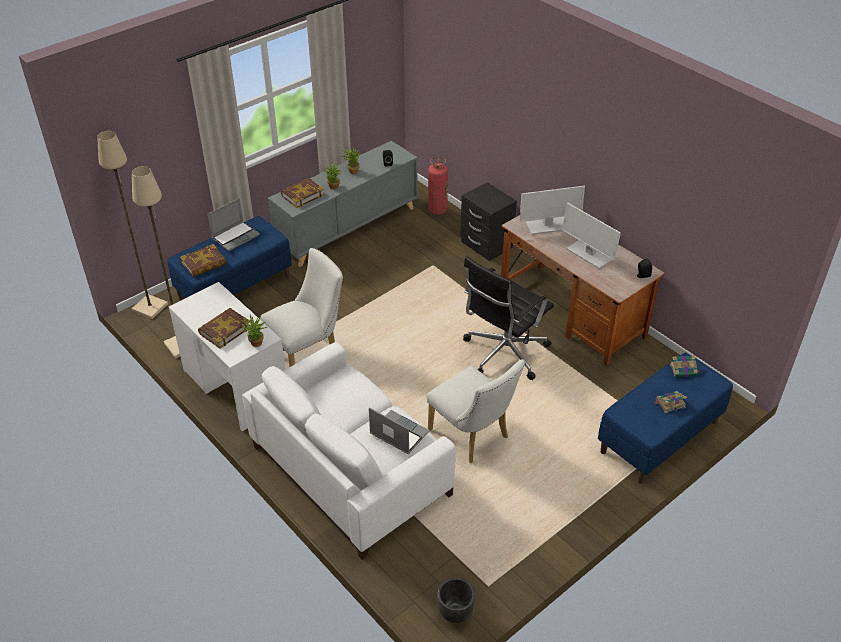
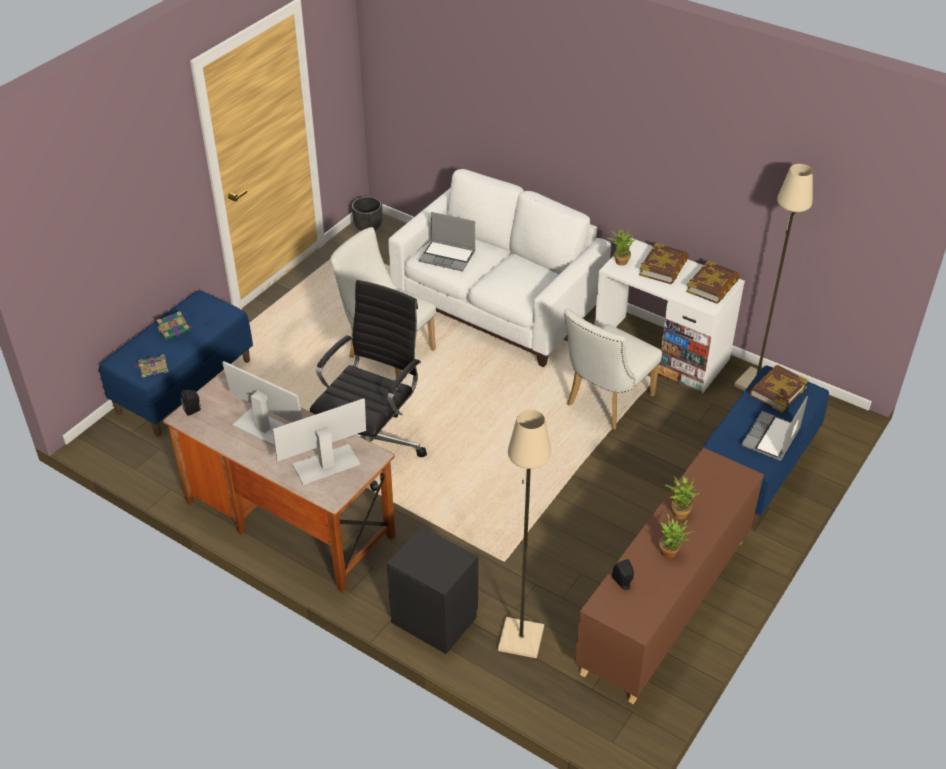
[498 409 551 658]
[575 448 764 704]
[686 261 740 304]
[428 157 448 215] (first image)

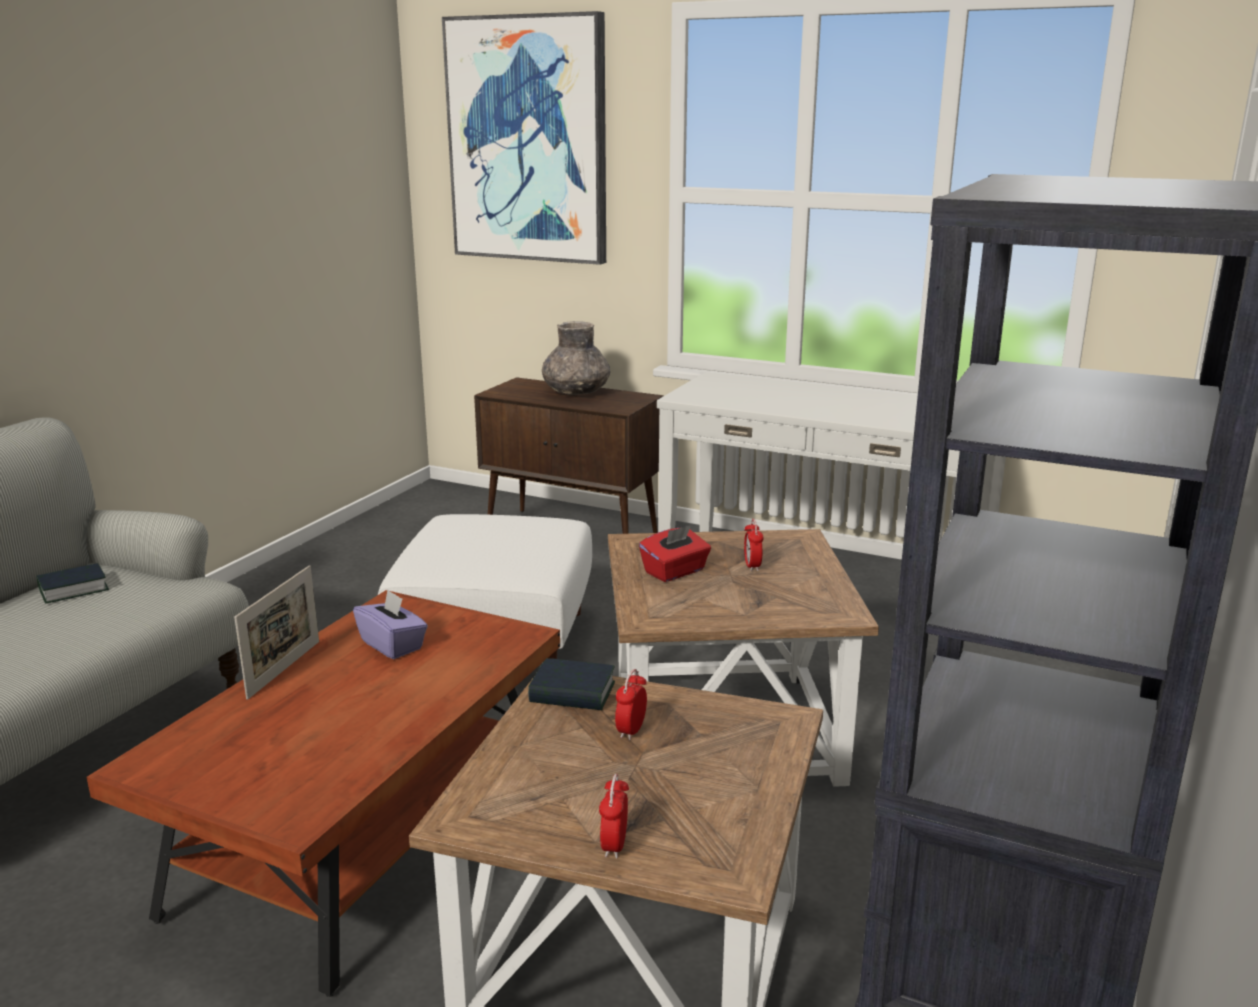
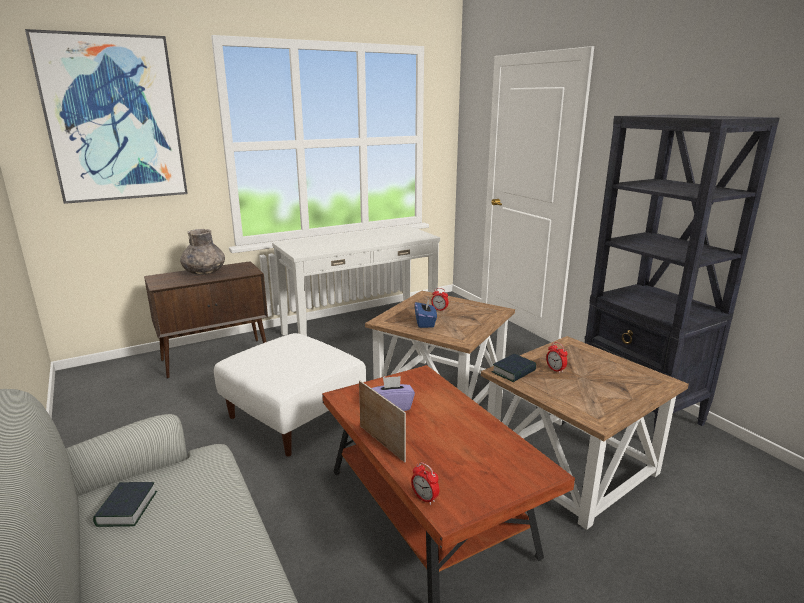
[411 462 440 505]
[415 299 437 328]

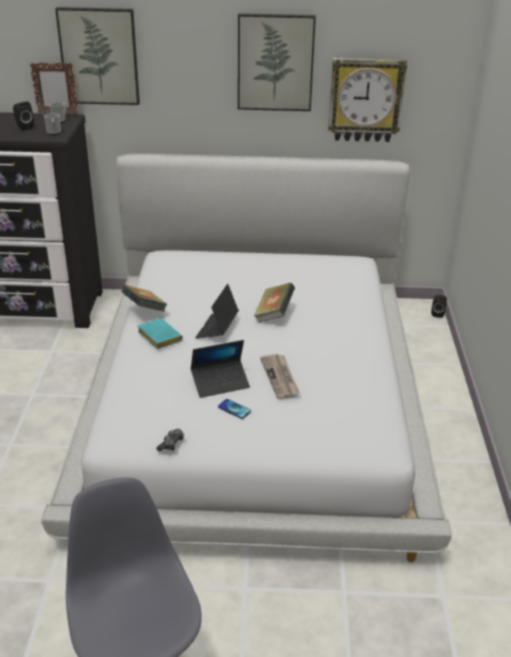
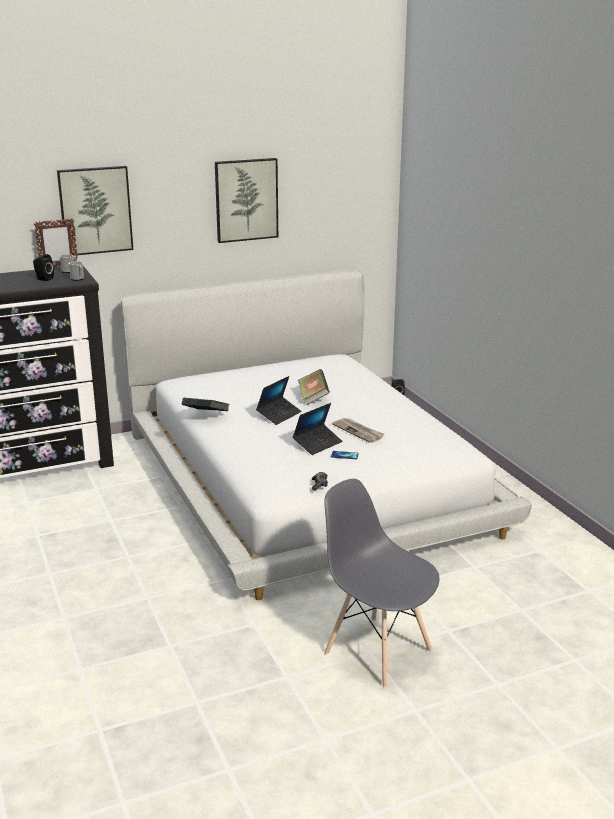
[256 376 302 425]
[137 318 183 349] (first image)
[328 58 407 142] (first image)

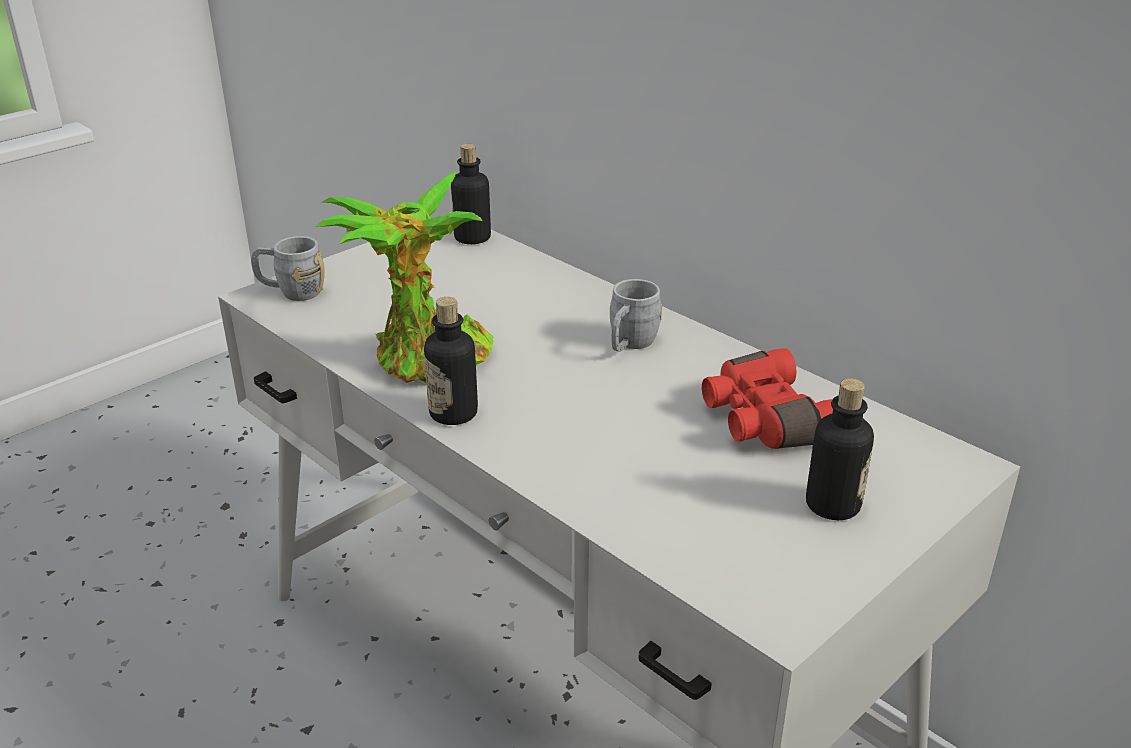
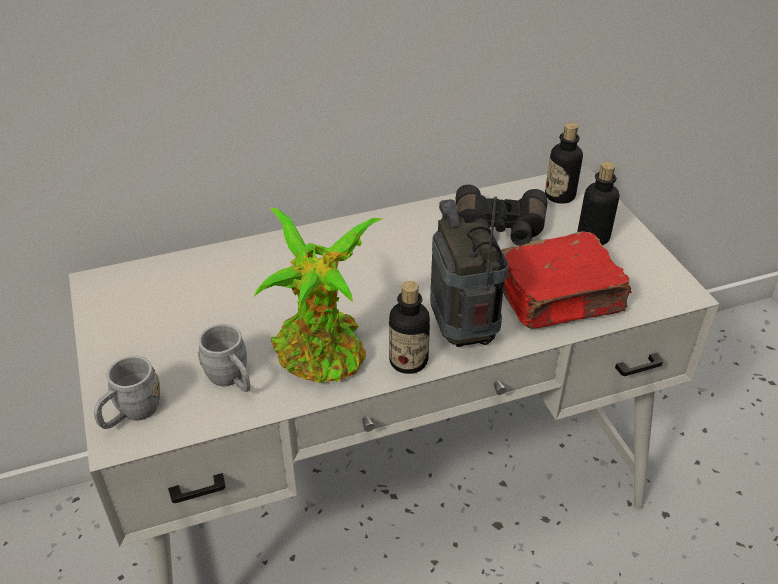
[198 324 250 392]
[430 196 509 347]
[455 185 547 246]
[501 231 632 329]
[545 123 583 204]

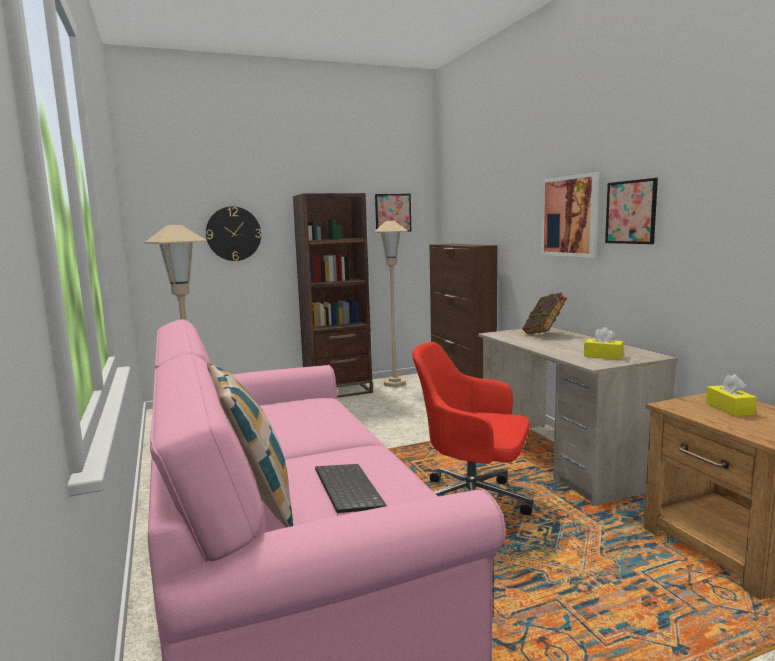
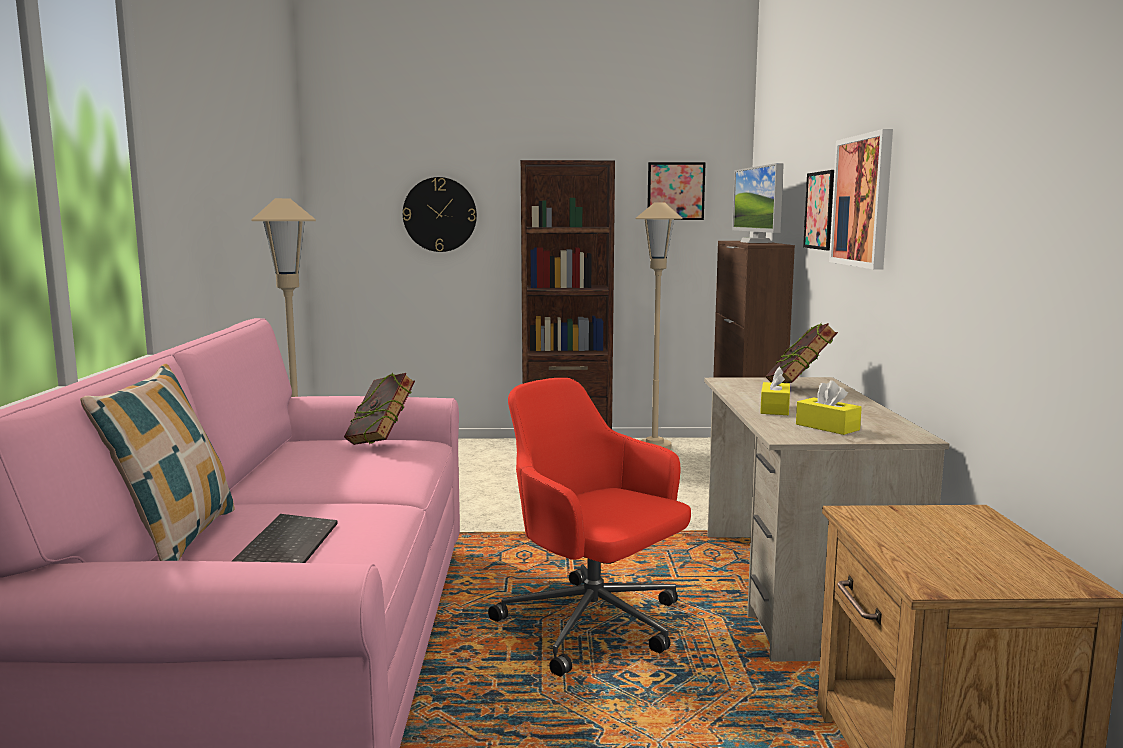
[344 372 415 445]
[732 163 784 243]
[760 367 790 415]
[803 170 834 250]

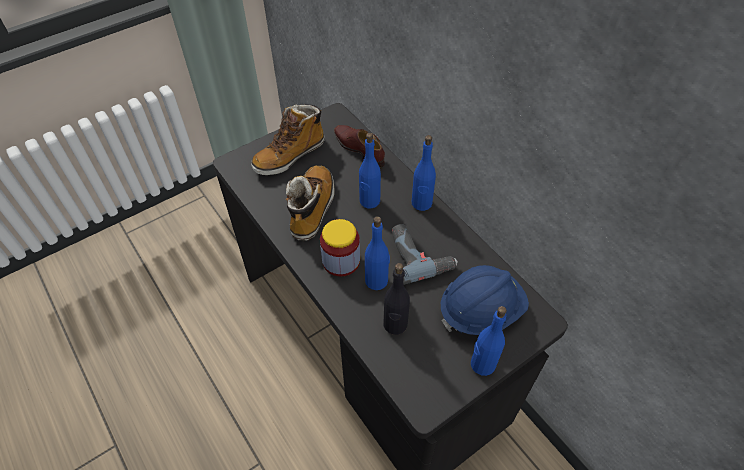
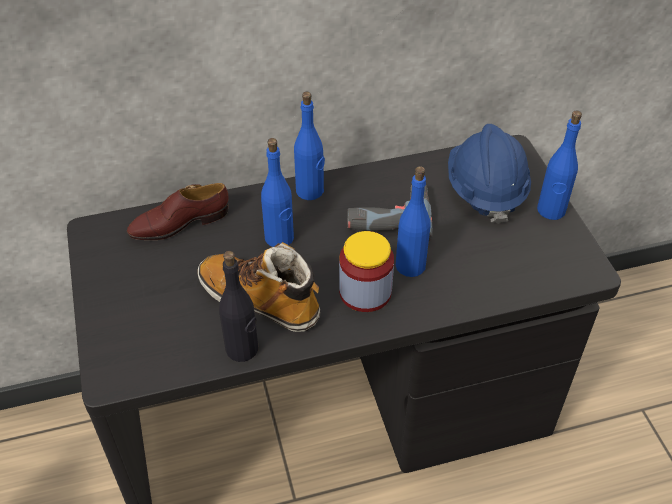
[219 251 258 362]
[251 104 325 175] (first image)

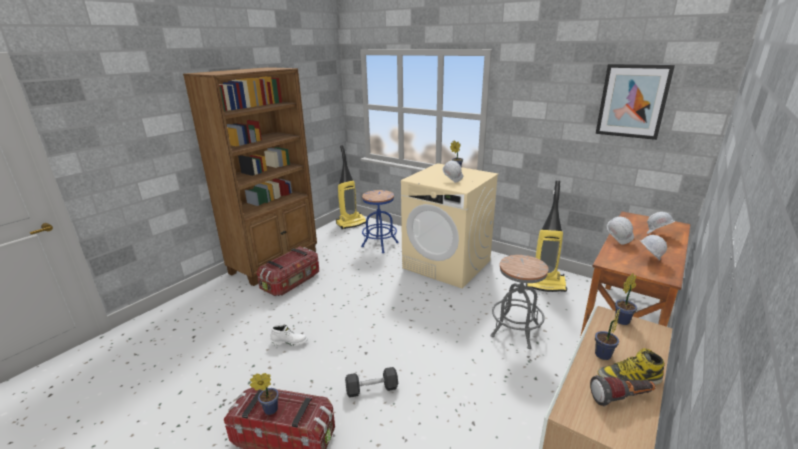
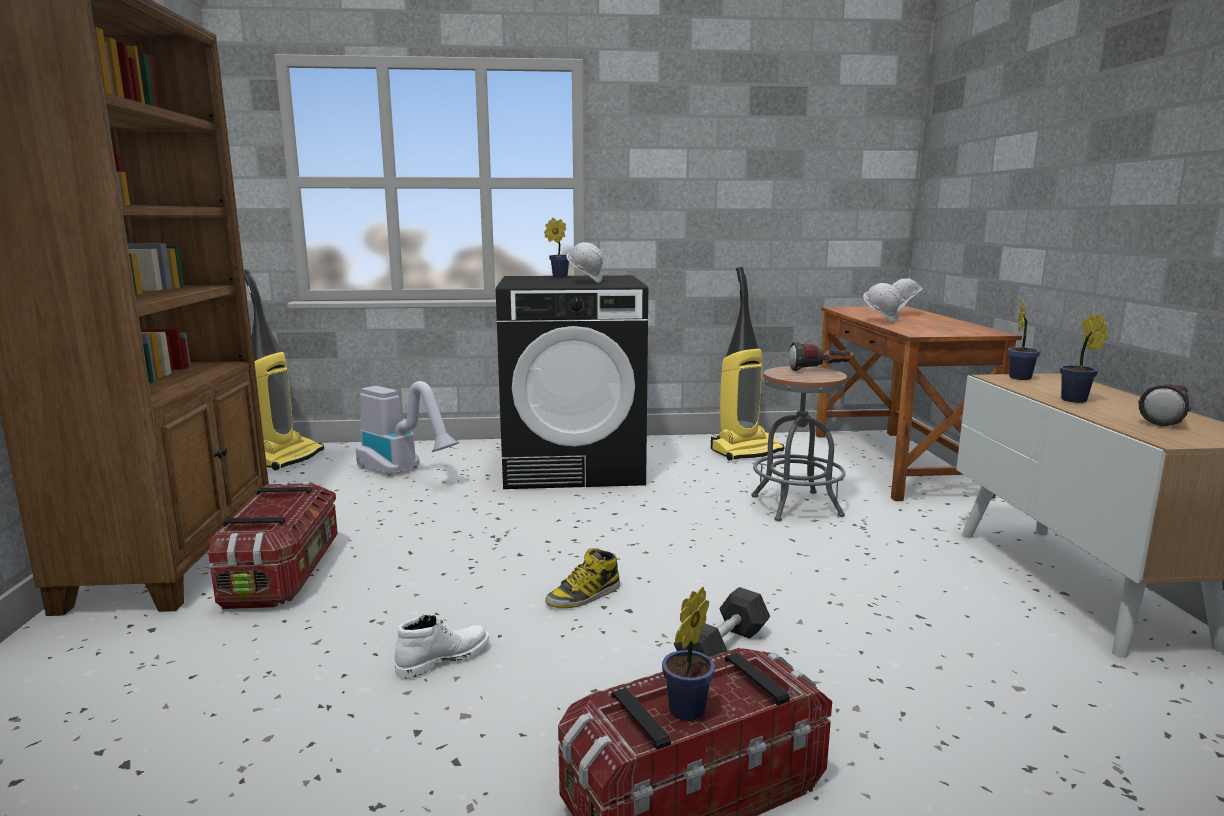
[356 381 459 476]
[496 275 648 489]
[545 548 620 608]
[789 342 854 371]
[596 64 675 140] (first image)
[640 235 667 261] (first image)

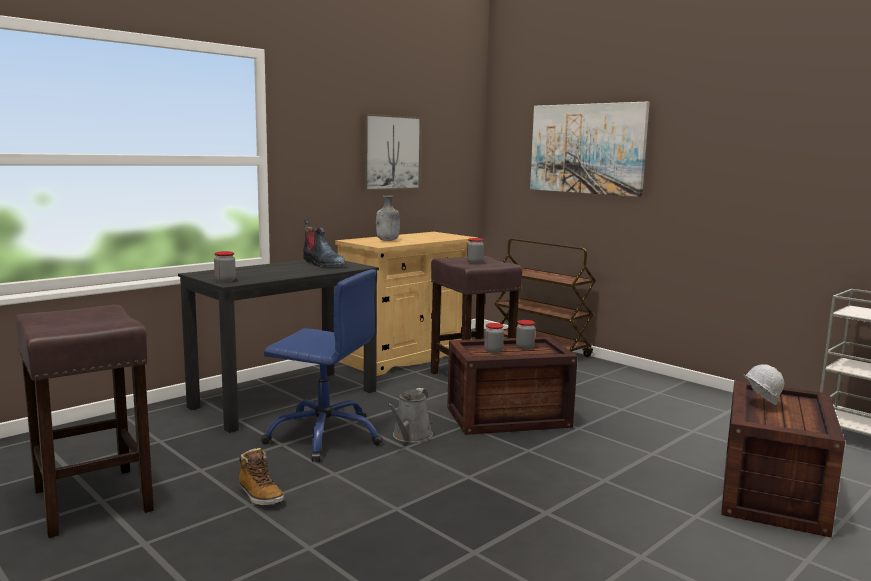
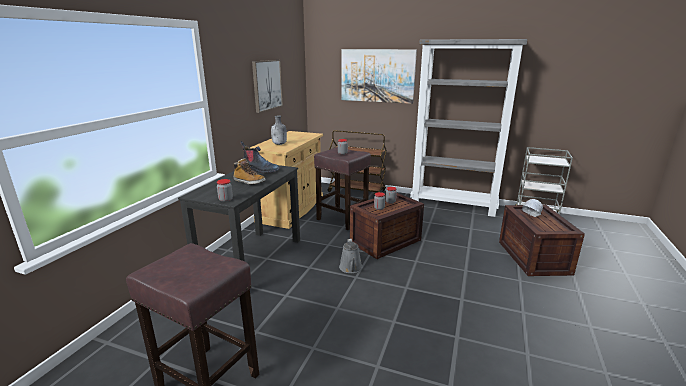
[233 158 266 185]
[410 39 527 217]
[261 269 383 462] (first image)

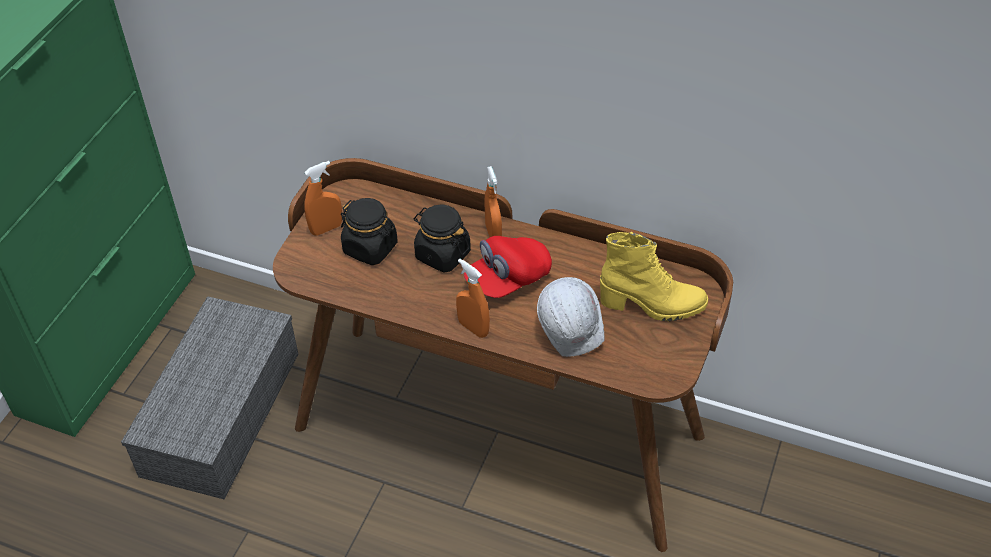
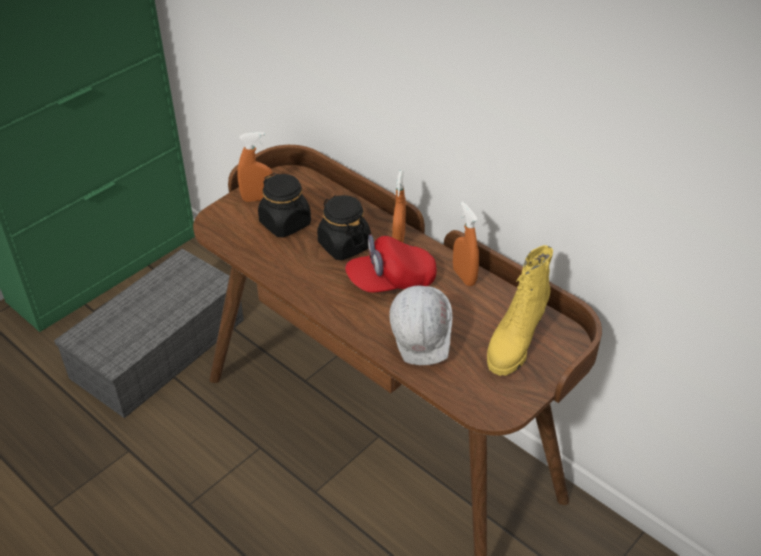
[453 202 479 286]
[487 245 553 376]

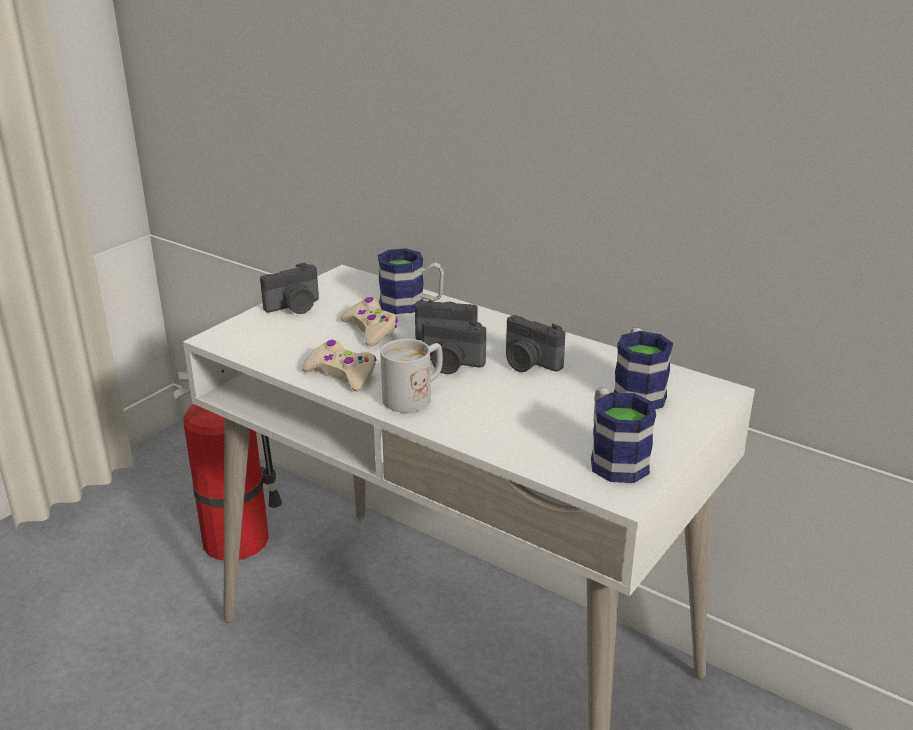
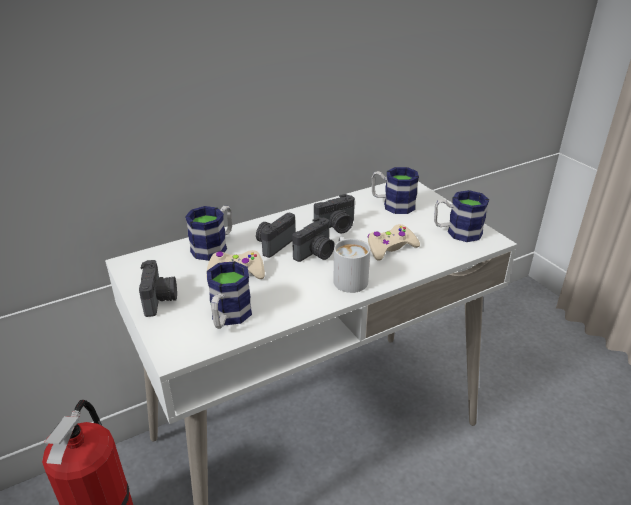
[207 261 252 329]
[367 224 420 261]

